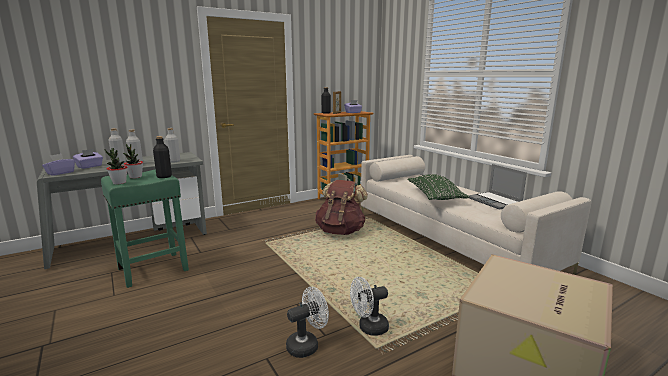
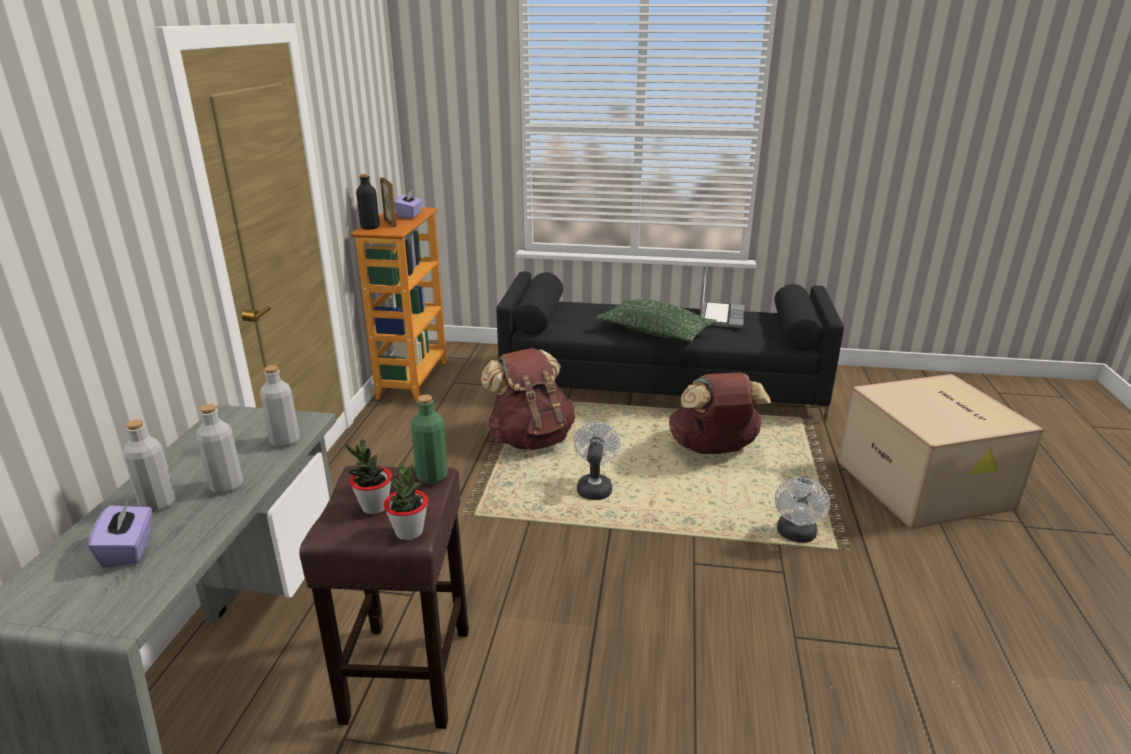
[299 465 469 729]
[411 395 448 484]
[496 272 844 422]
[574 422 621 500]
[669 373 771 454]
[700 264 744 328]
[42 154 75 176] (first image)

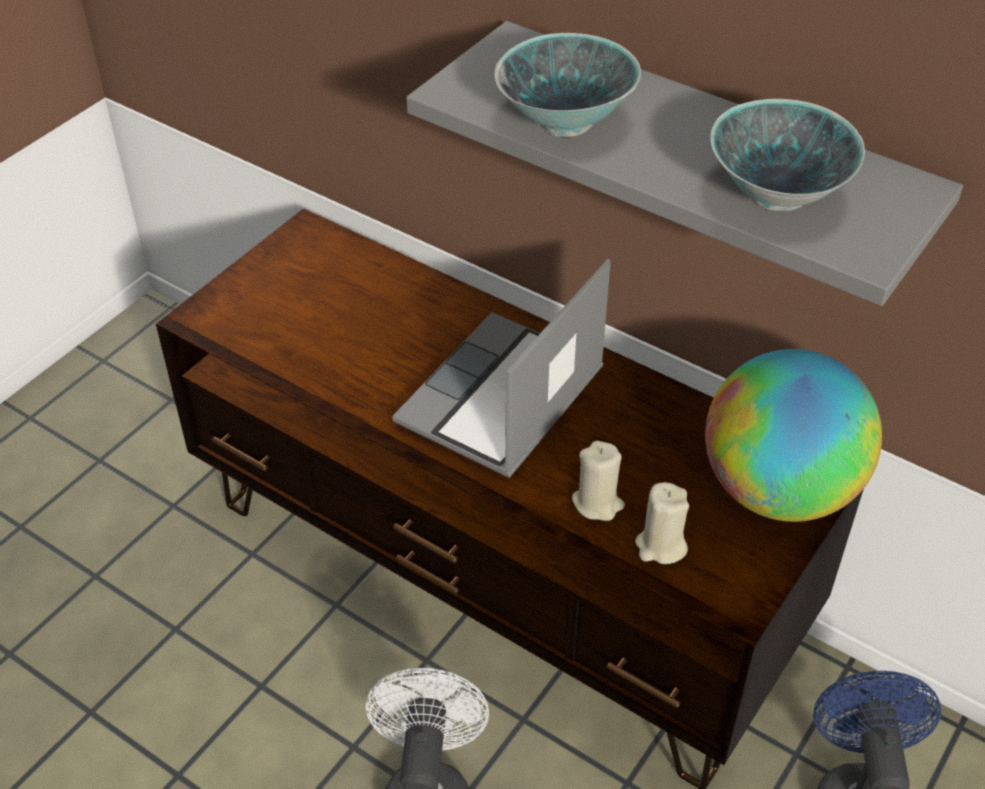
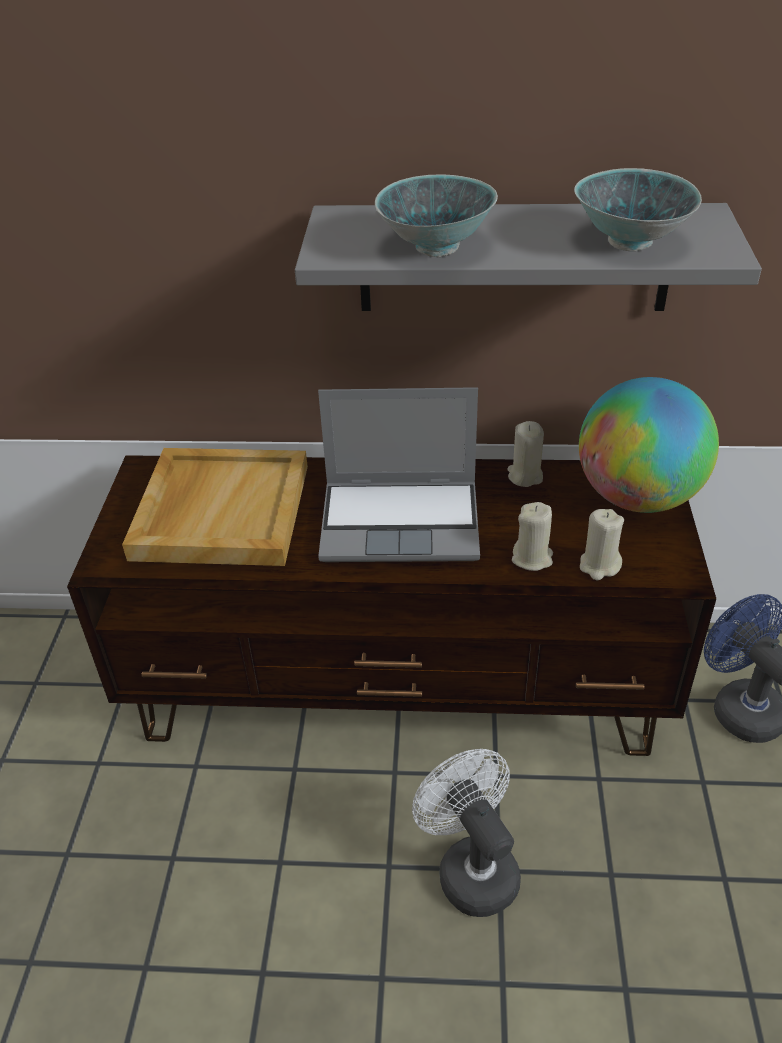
[122 448 308 566]
[318 387 480 562]
[507 421 544 487]

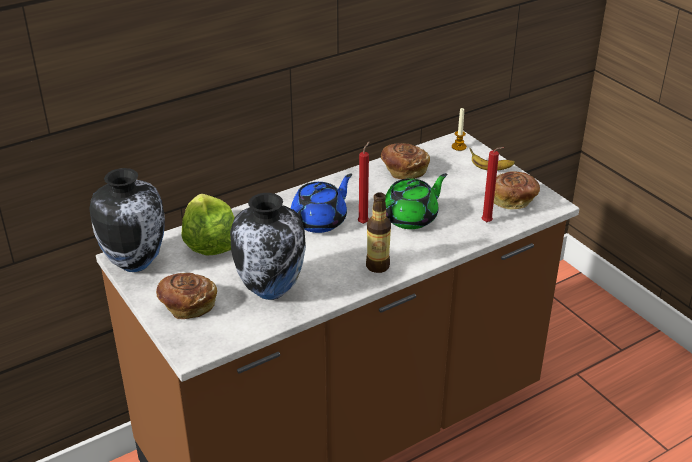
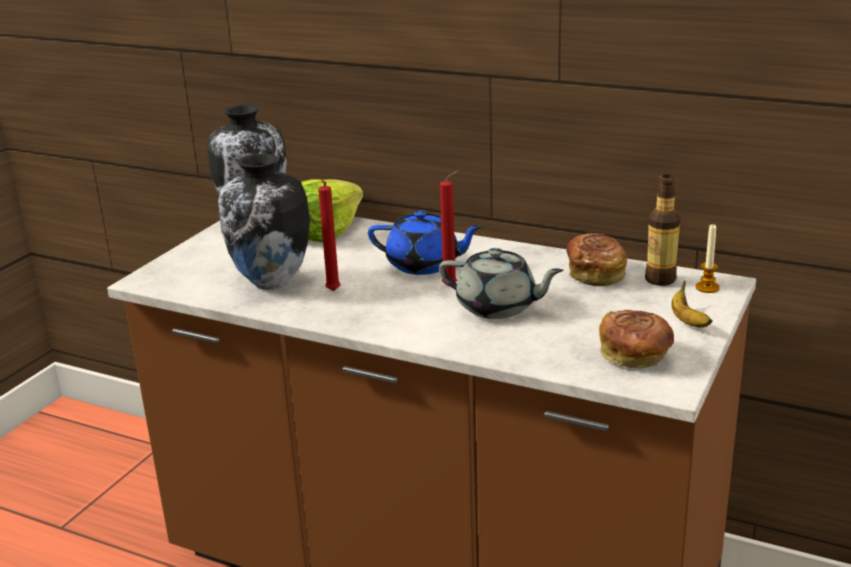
[318 180 340 291]
[439 248 564 319]
[645 174 680 286]
[156 273 217 319] (first image)

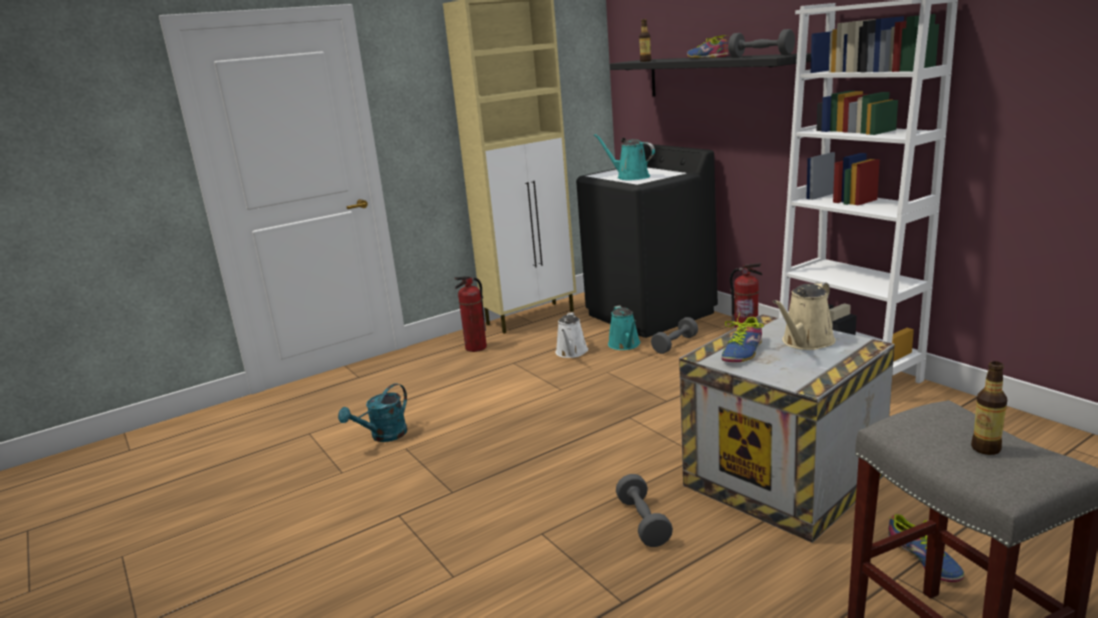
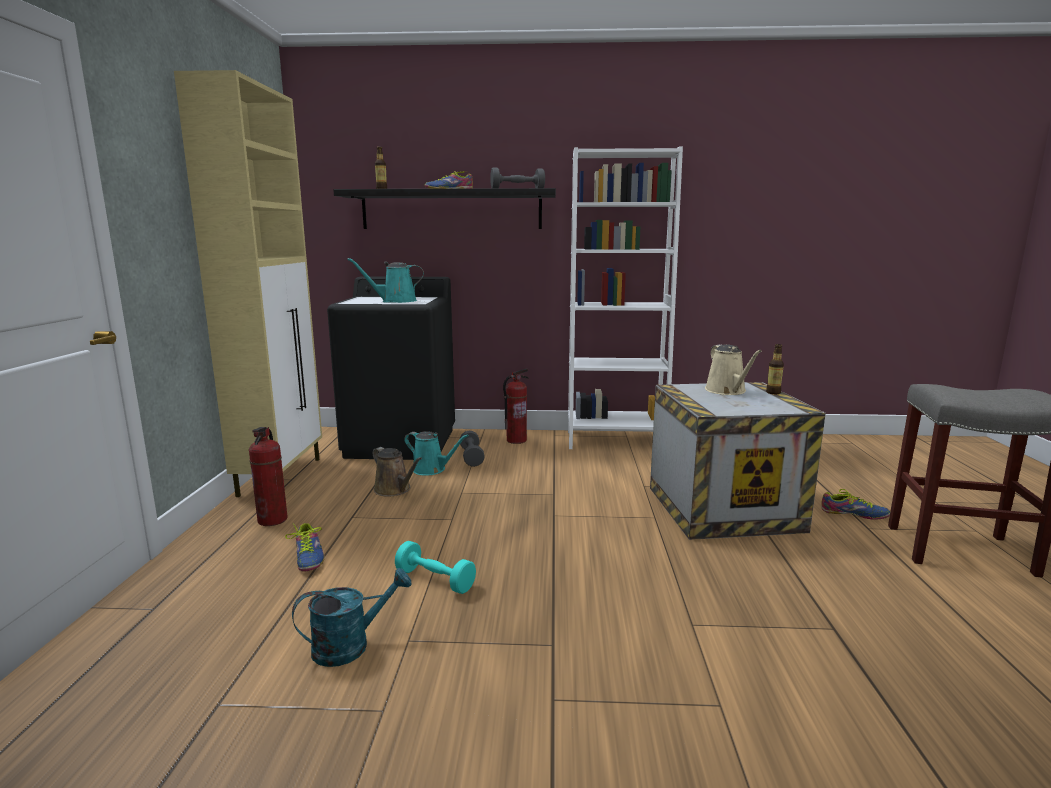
[285 523 325 571]
[292 568 411 667]
[373 447 422 496]
[395 541 476 594]
[766 344 784 394]
[616 474 673 547] (first image)

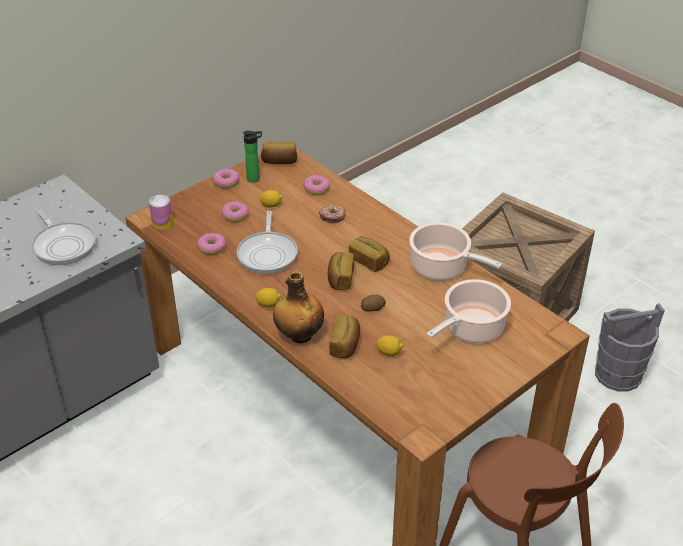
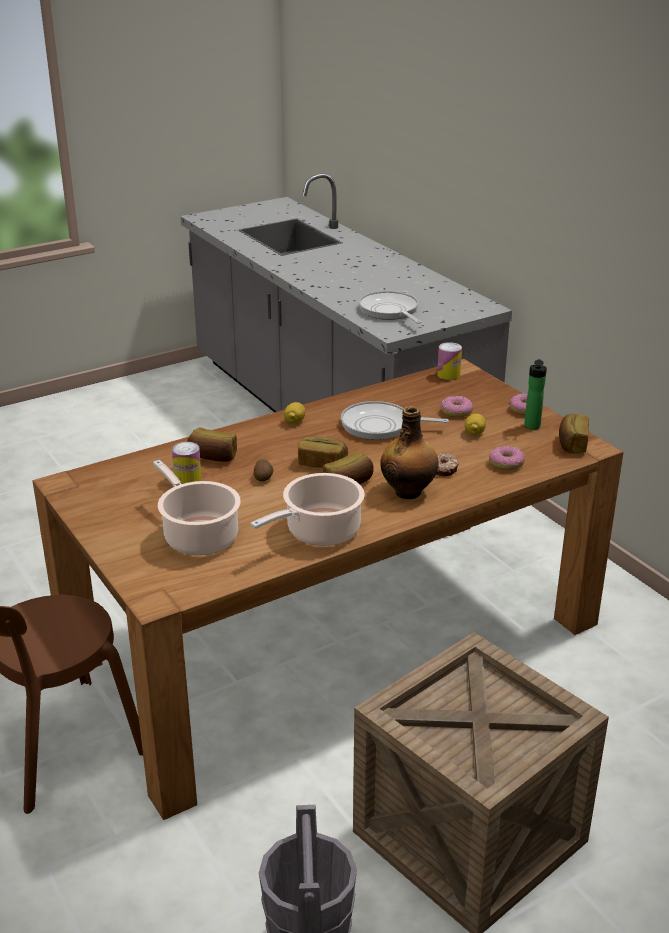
[172 442 202 484]
[359 291 422 324]
[380 406 439 499]
[197 233 226 255] (first image)

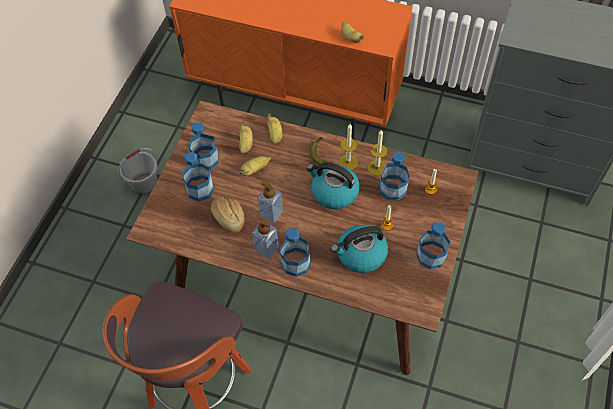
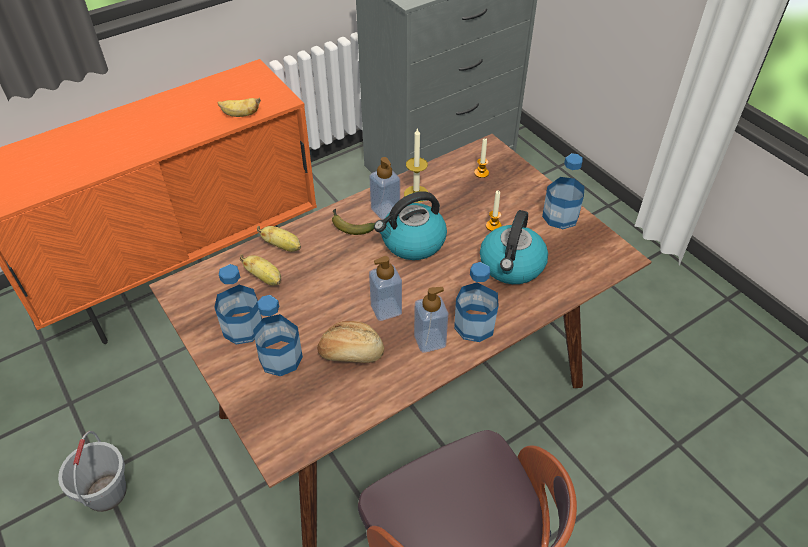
[369 157 400 220]
[240 156 271 176] (first image)
[380 151 409 200] (first image)

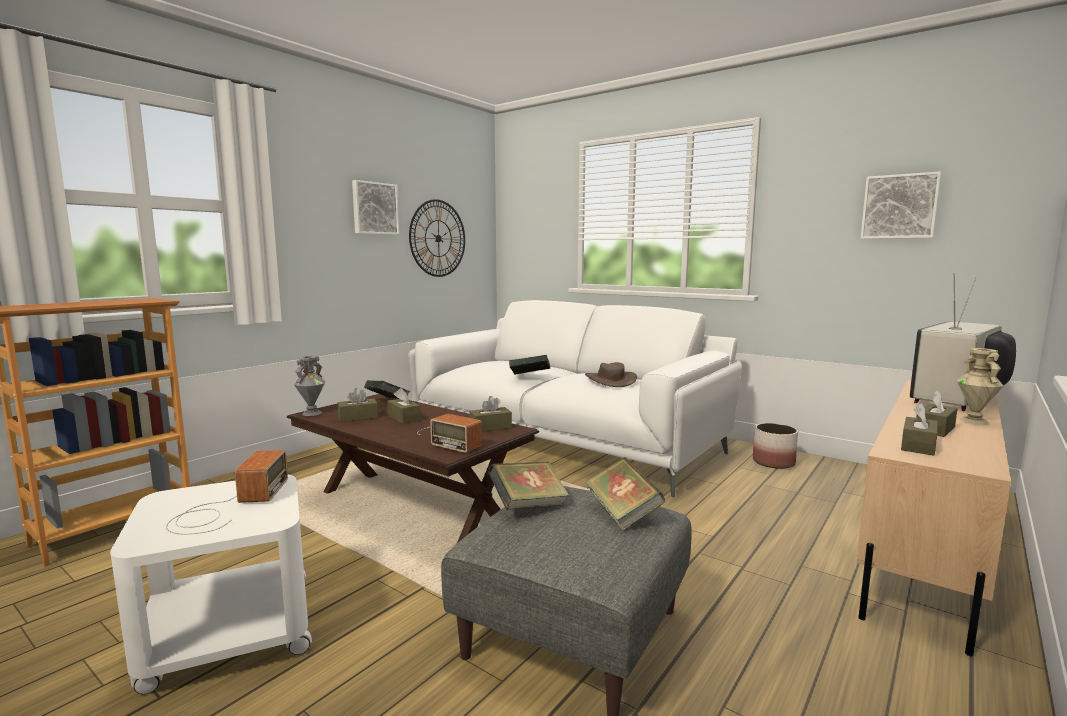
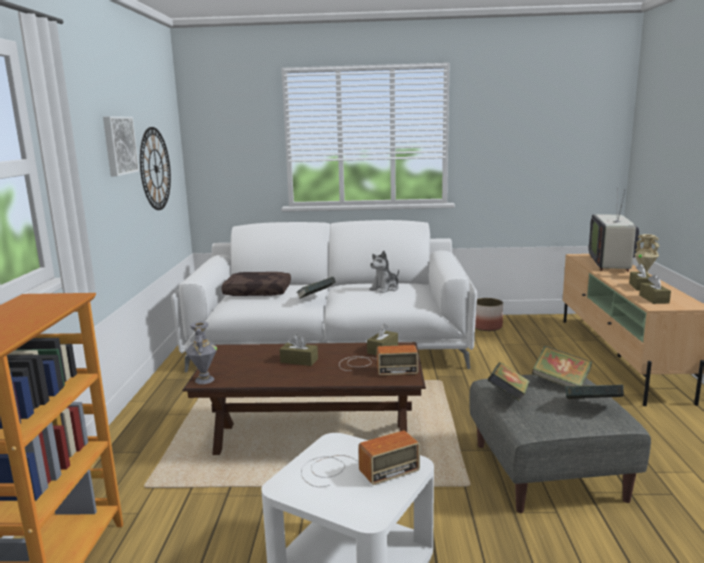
[221 272 291 296]
[301 430 420 487]
[370 251 399 293]
[565 384 624 399]
[338 388 378 422] (first image)
[860 171 941 239] (first image)

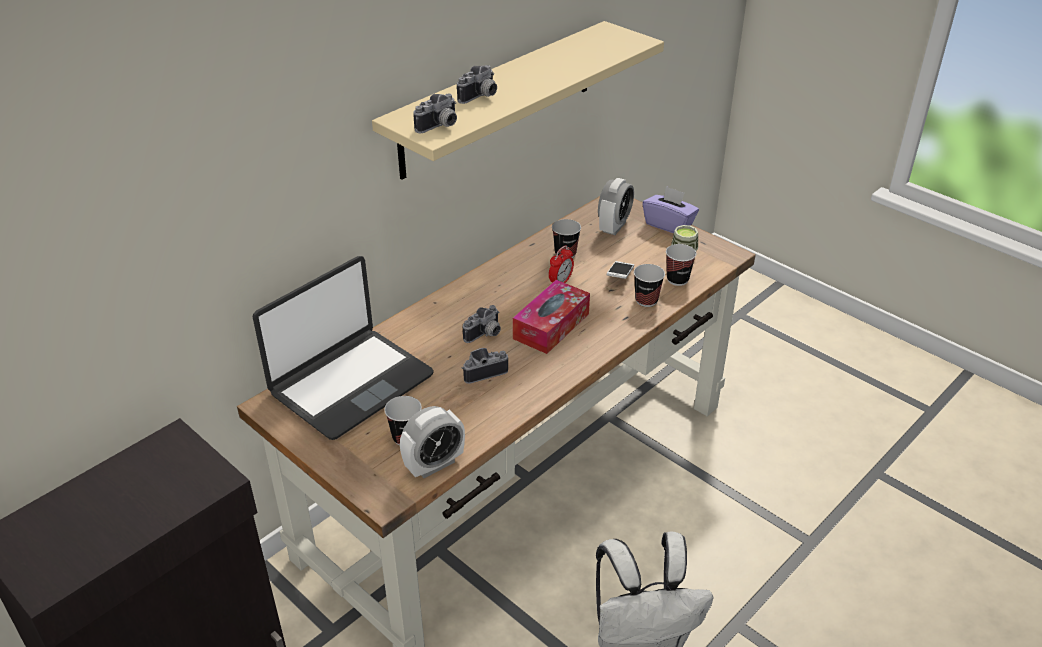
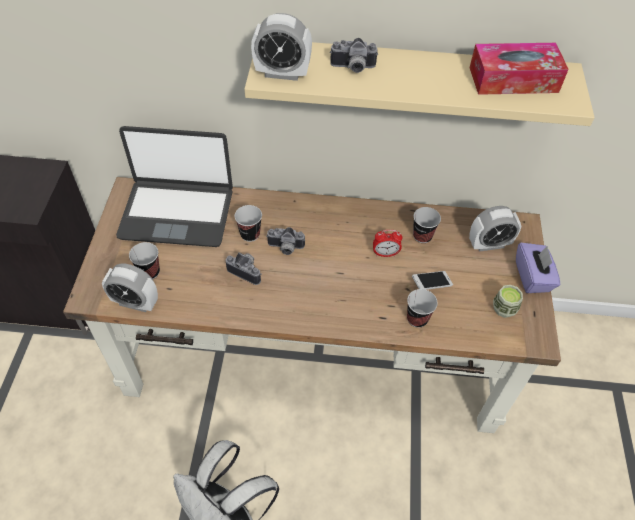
[235 205 262 242]
[251 13 312 81]
[469 43 569 95]

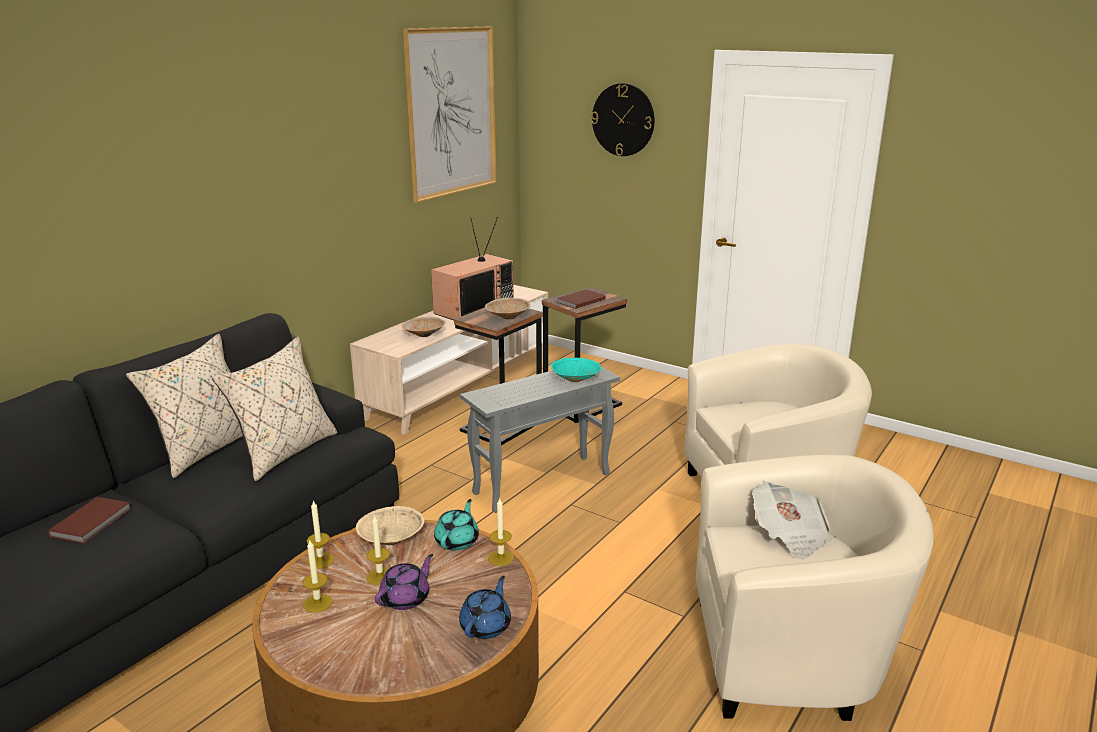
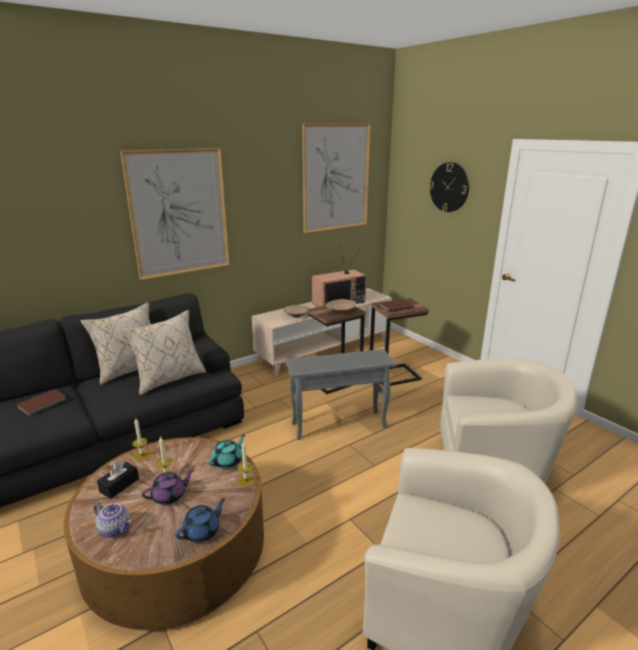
[94 503 131 538]
[97 461 139 499]
[120 148 230 280]
[356 506 425 545] (first image)
[551 358 602 382] (first image)
[752 481 832 559] (first image)

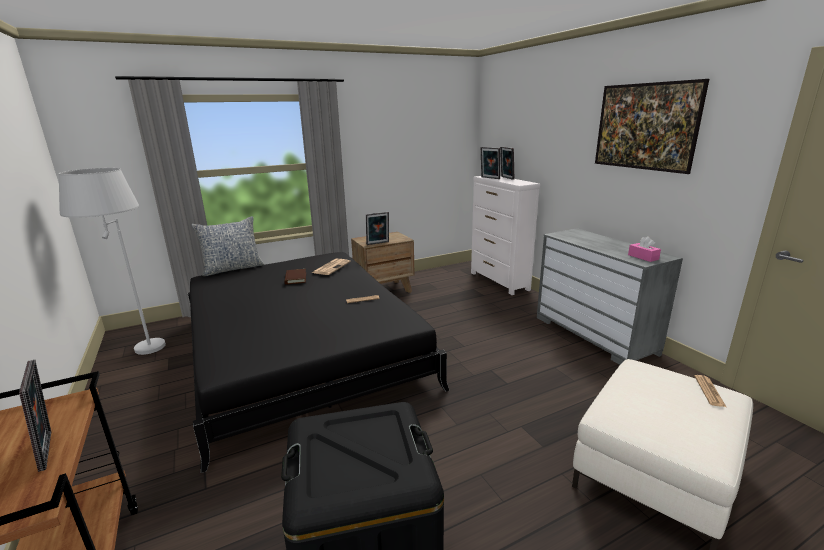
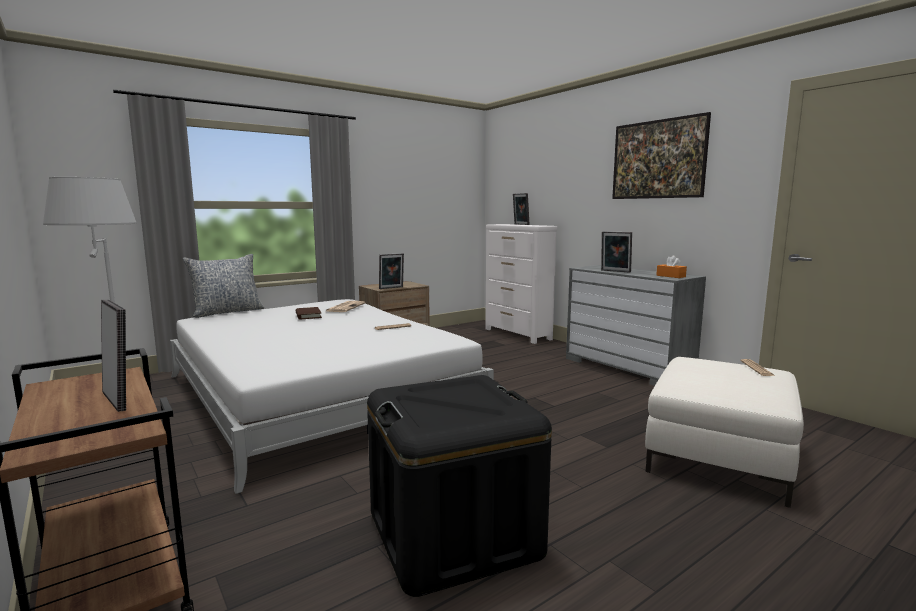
[170 299 494 494]
[601 231 632 273]
[656 255 687 278]

